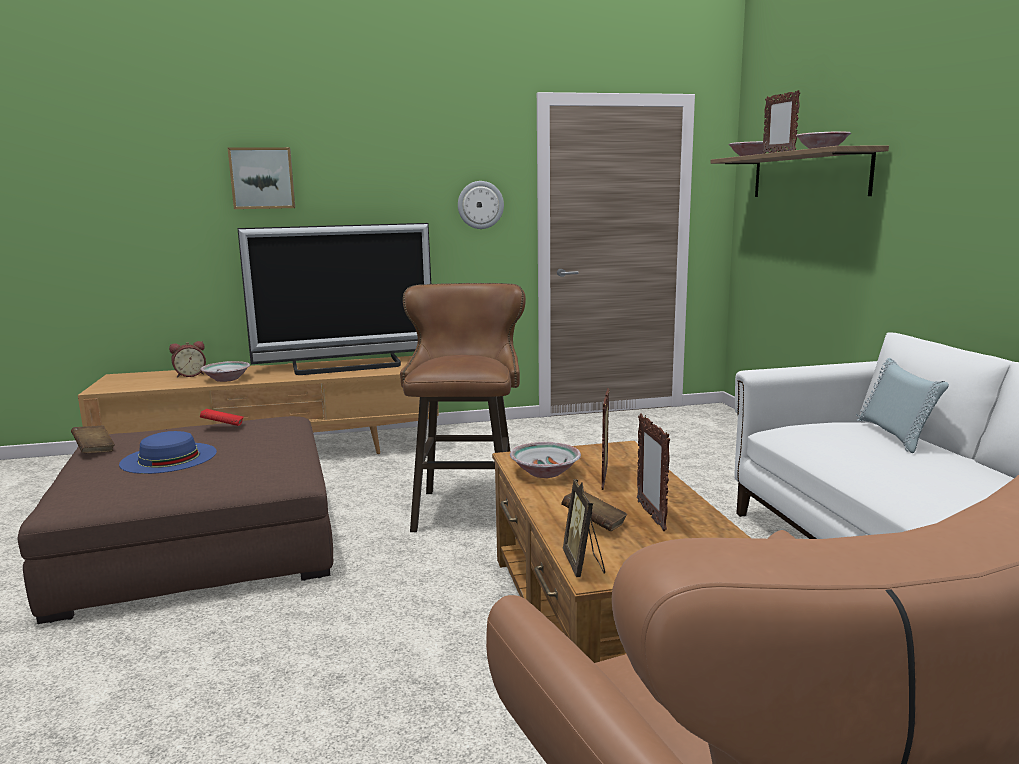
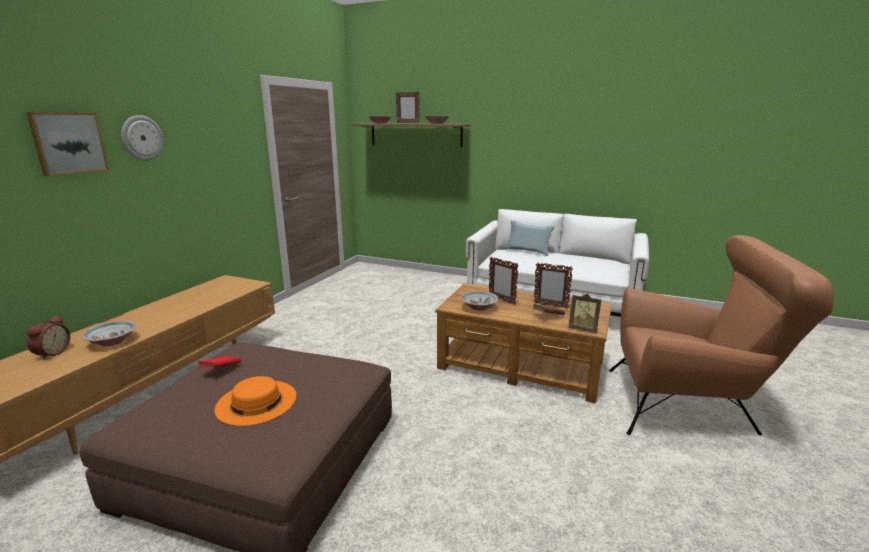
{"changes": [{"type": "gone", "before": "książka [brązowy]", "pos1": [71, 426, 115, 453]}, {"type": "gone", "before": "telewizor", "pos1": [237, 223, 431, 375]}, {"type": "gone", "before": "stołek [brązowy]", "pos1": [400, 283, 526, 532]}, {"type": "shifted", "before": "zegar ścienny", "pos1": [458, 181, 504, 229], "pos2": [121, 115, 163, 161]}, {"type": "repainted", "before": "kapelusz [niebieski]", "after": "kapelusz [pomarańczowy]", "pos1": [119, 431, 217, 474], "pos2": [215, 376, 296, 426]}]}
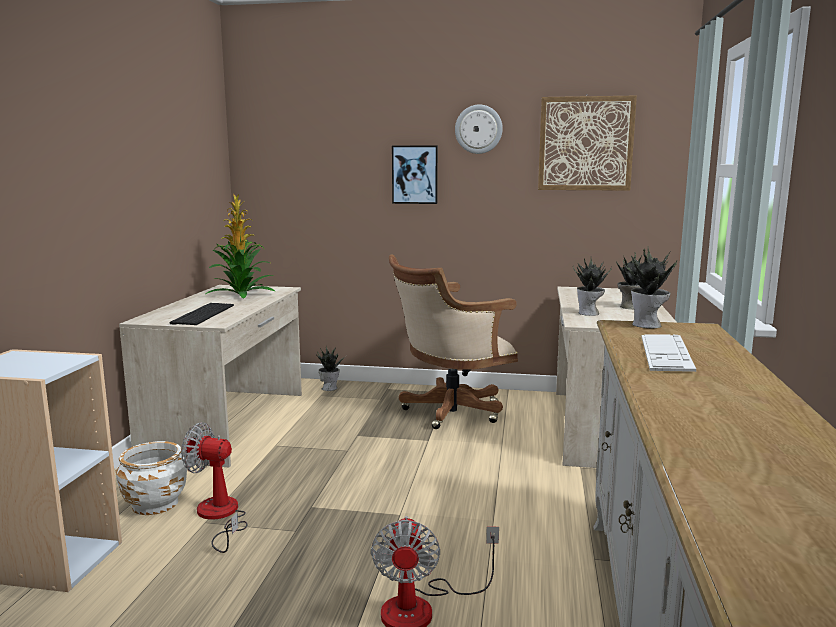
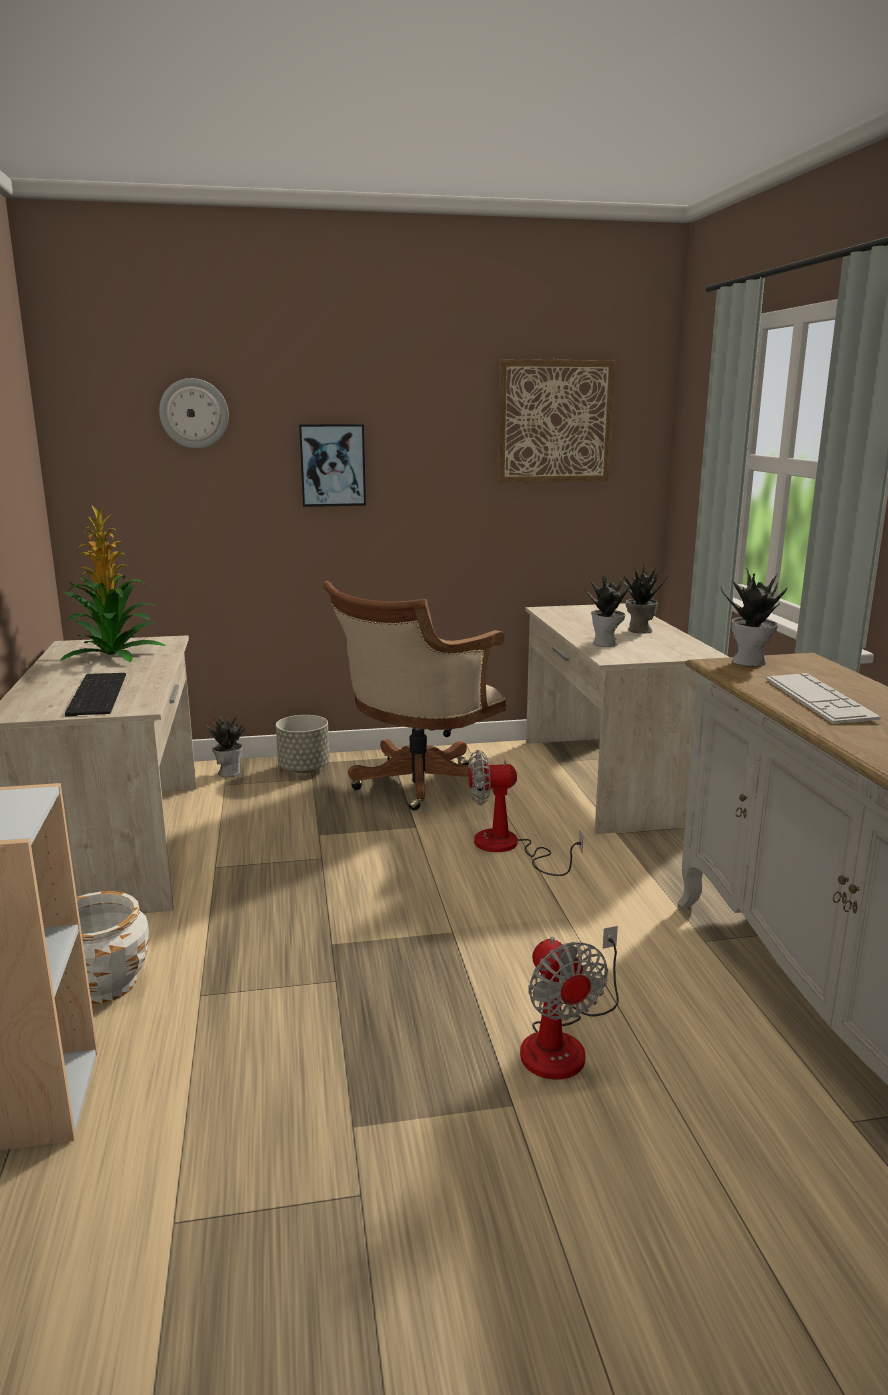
{"changes": [{"type": "new", "after": "donica [szary]", "pos2": [276, 715, 330, 773]}, {"type": "shifted", "before": "wentylator", "pos1": [181, 422, 247, 553], "pos2": [468, 750, 583, 876]}, {"type": "shifted", "before": "zegar ścienny", "pos1": [455, 104, 503, 154], "pos2": [159, 378, 229, 448]}]}
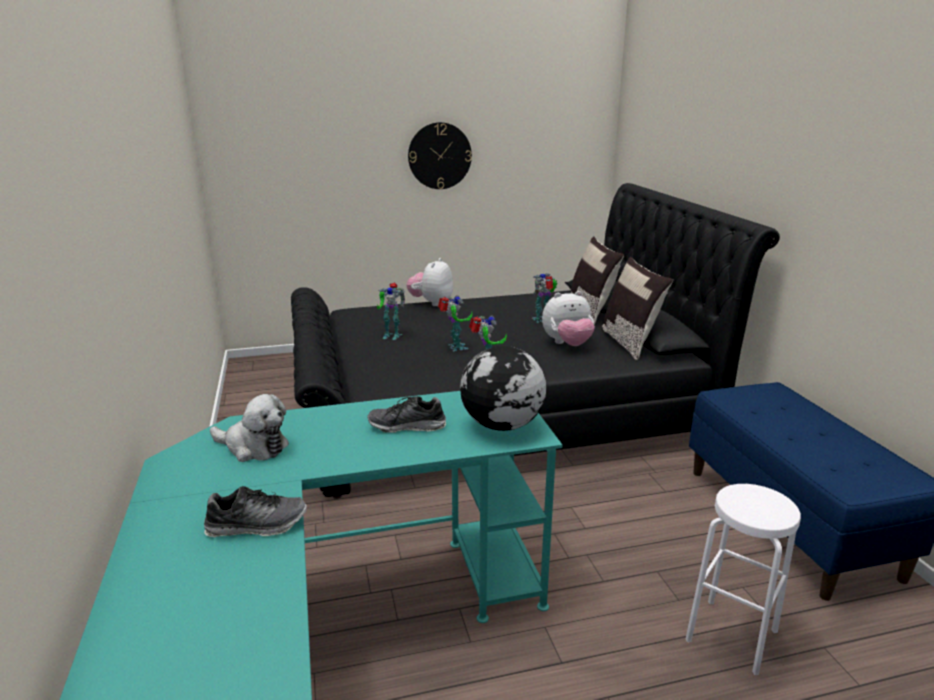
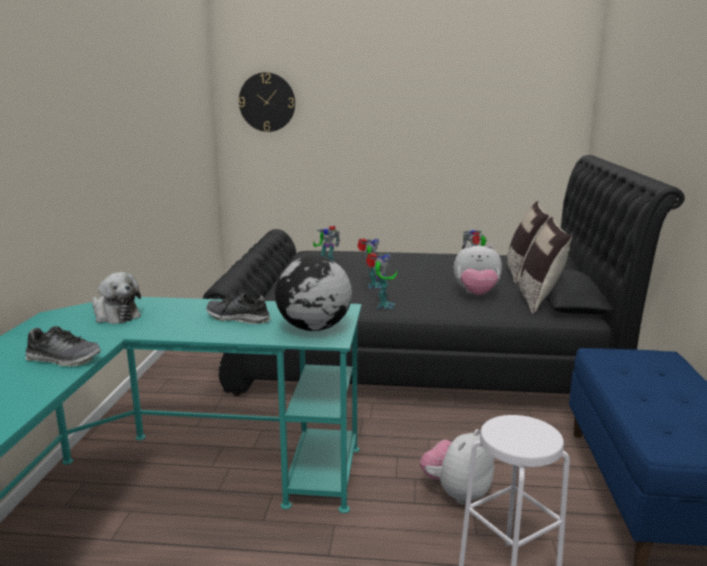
{"changes": [{"type": "shifted", "before": "pluszak", "pos1": [406, 258, 453, 306], "pos2": [420, 429, 494, 504]}, {"type": "shifted", "before": "zegar ścienny", "pos1": [408, 122, 472, 189], "pos2": [239, 72, 295, 132]}]}
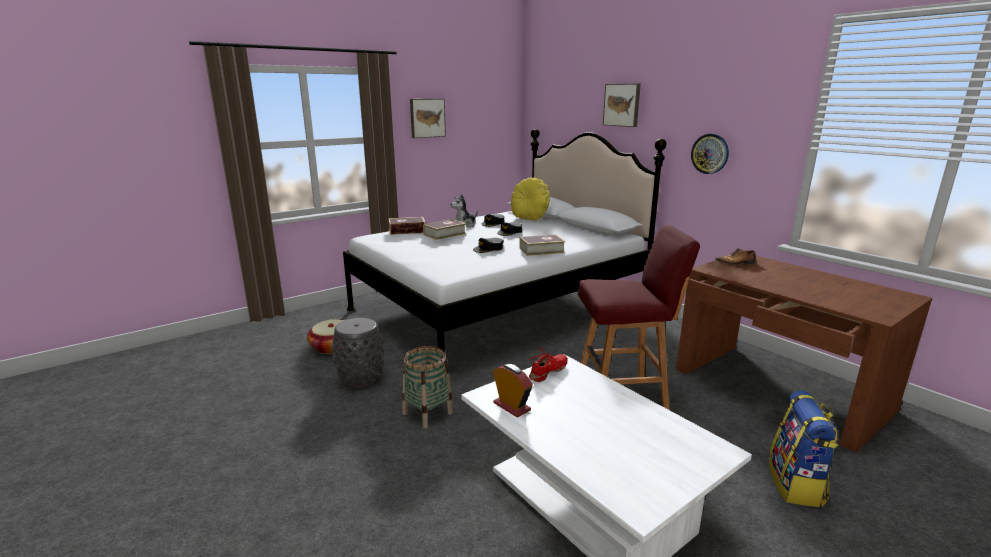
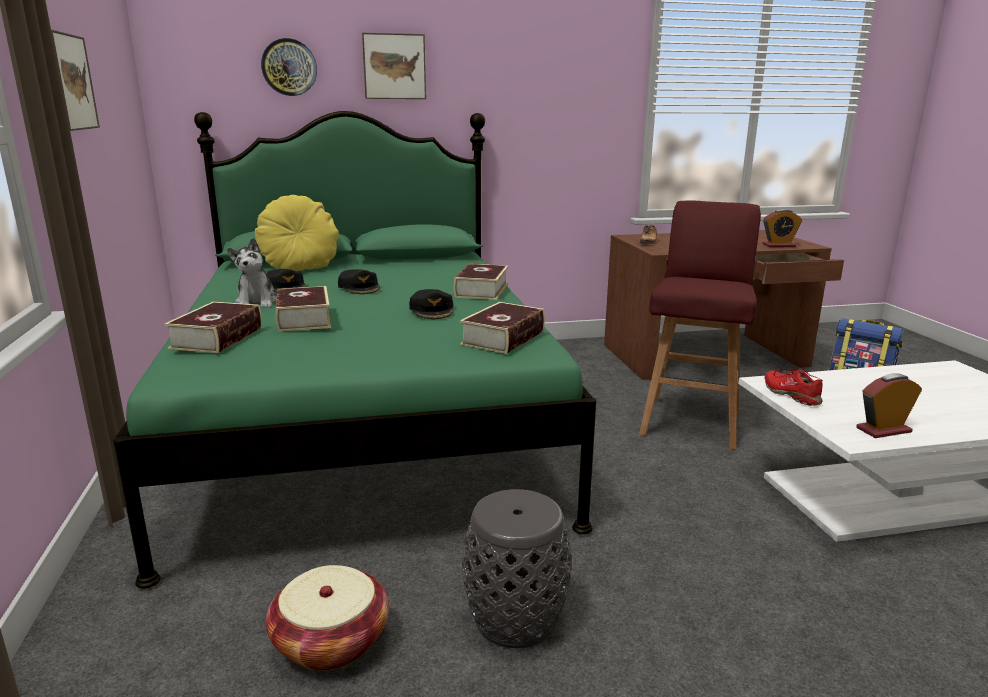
{"changes": [{"type": "gone", "before": "koszyk", "pos1": [402, 346, 453, 428]}, {"type": "new", "after": "książka", "pos2": [460, 302, 545, 354]}, {"type": "new", "after": "budzik", "pos2": [762, 209, 802, 247]}, {"type": "shifted", "before": "zegar ścienny", "pos1": [691, 134, 729, 174], "pos2": [261, 38, 317, 96]}, {"type": "repainted", "before": "łóżko [biały]", "after": "łóżko [zielony]", "pos1": [343, 129, 666, 352], "pos2": [113, 111, 596, 588]}]}
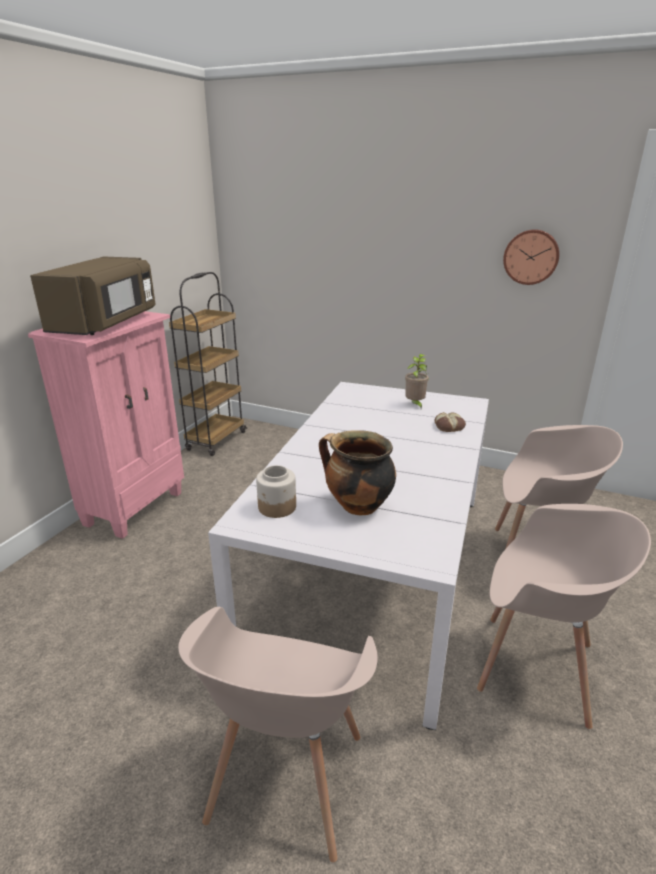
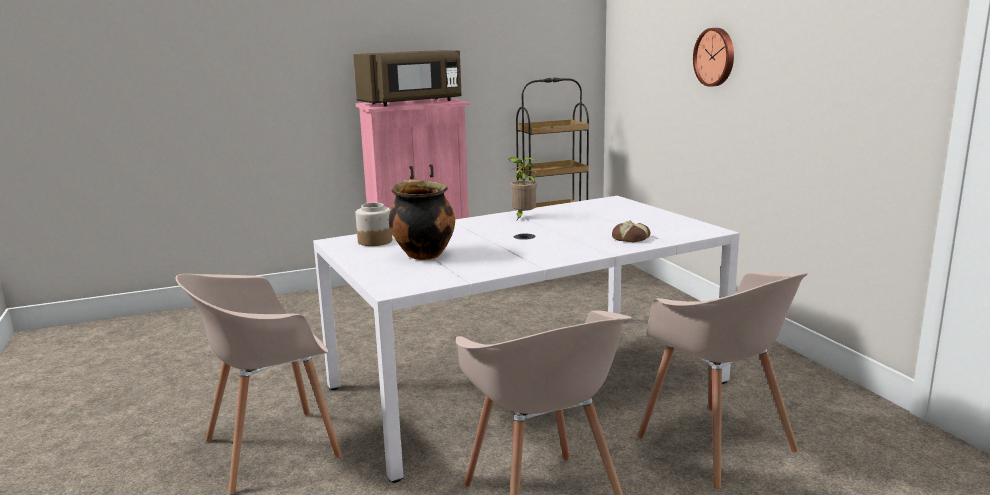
{"changes": [{"type": "shifted", "before": "roślina doniczkowa", "pos1": [405, 354, 428, 409], "pos2": [509, 157, 538, 220]}, {"type": "shifted", "before": "zegar ścienny", "pos1": [503, 229, 560, 285], "pos2": [693, 28, 734, 87]}]}
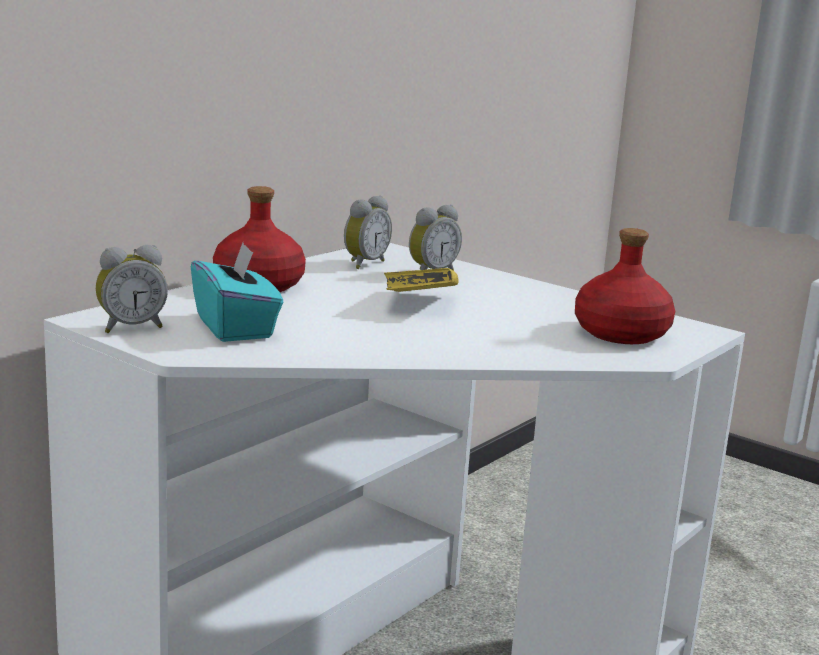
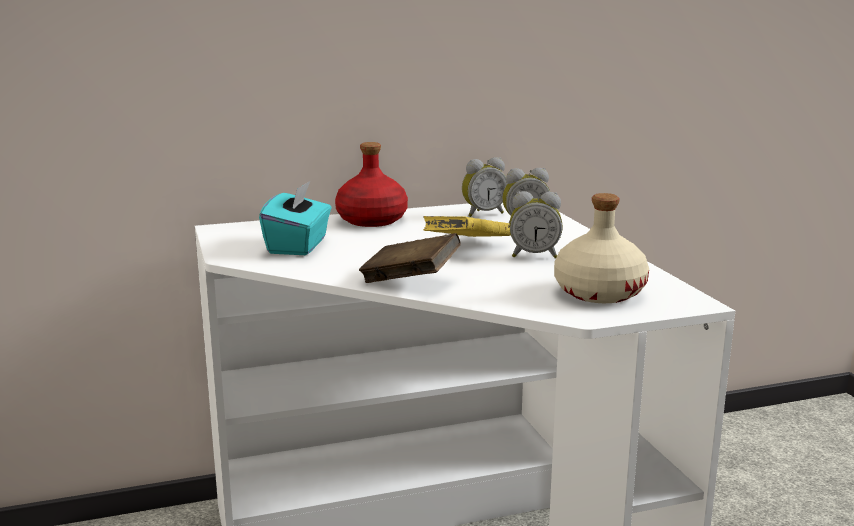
{"changes": [{"type": "new", "after": "książka [brązowy]", "pos2": [359, 233, 461, 283]}, {"type": "shifted", "before": "budzik", "pos1": [96, 245, 168, 333], "pos2": [510, 191, 563, 259]}, {"type": "repainted", "before": "butelka [czerwony]", "after": "butelka [beżowy]", "pos1": [575, 228, 675, 344], "pos2": [554, 193, 649, 303]}]}
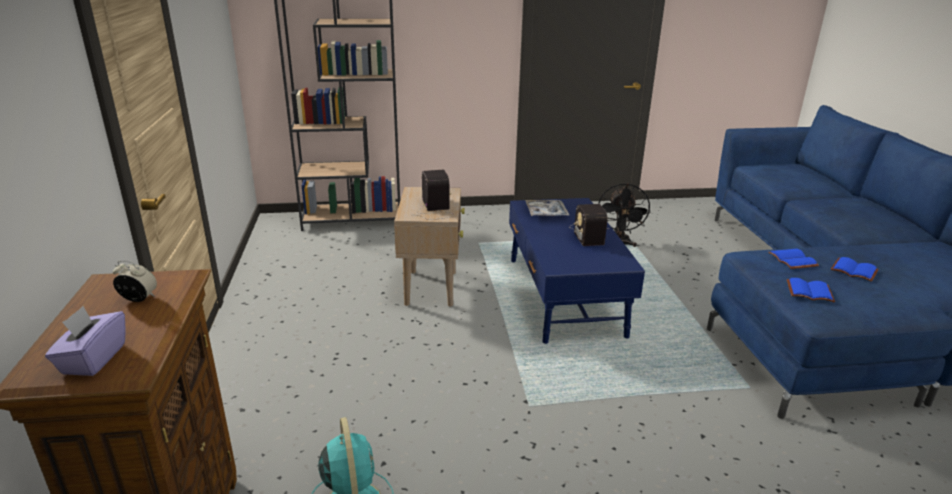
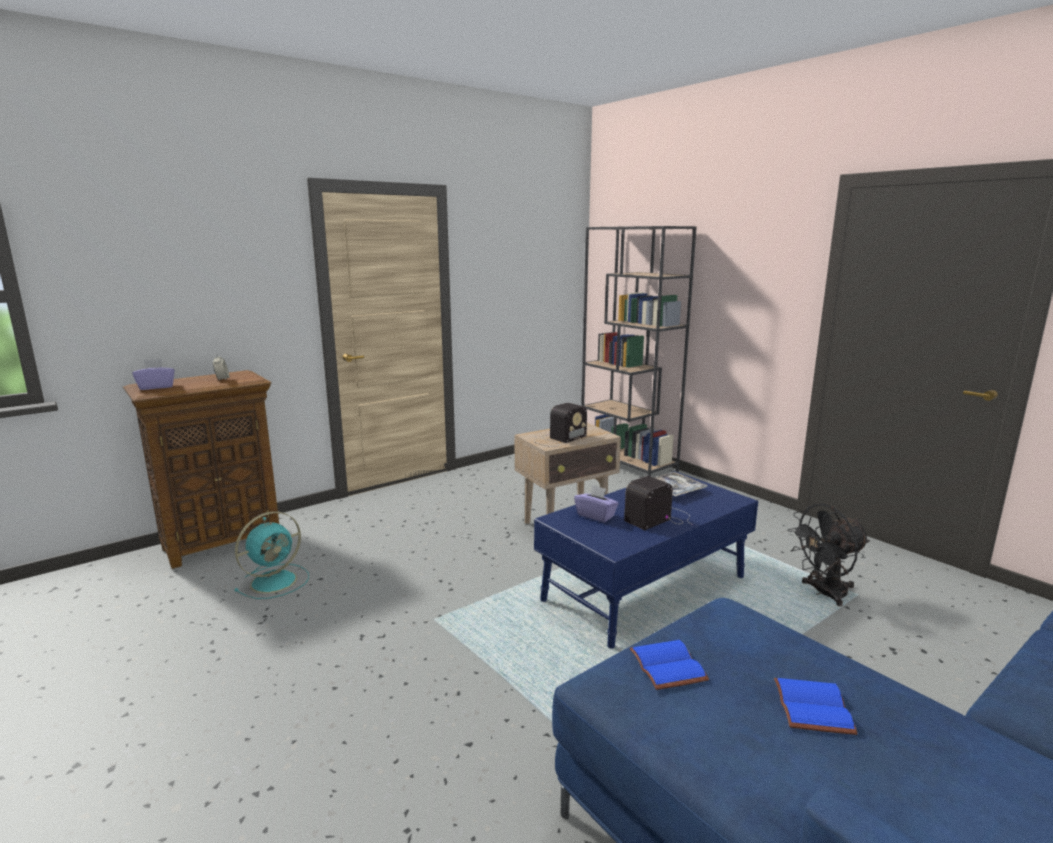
{"changes": [{"type": "gone", "before": "książka [niebieski]", "pos1": [768, 249, 819, 269]}, {"type": "new", "after": "pudełko chusteczek [fioletowy]", "pos2": [574, 485, 619, 522]}]}
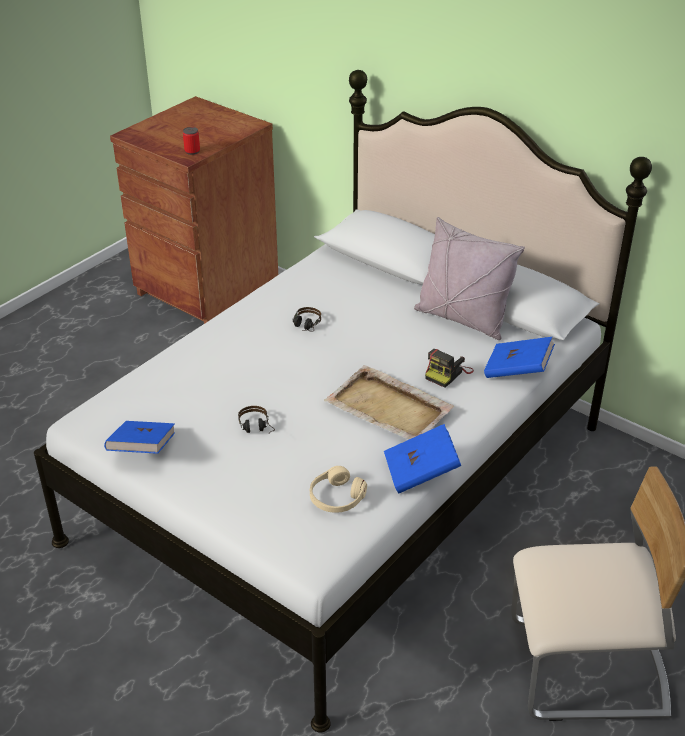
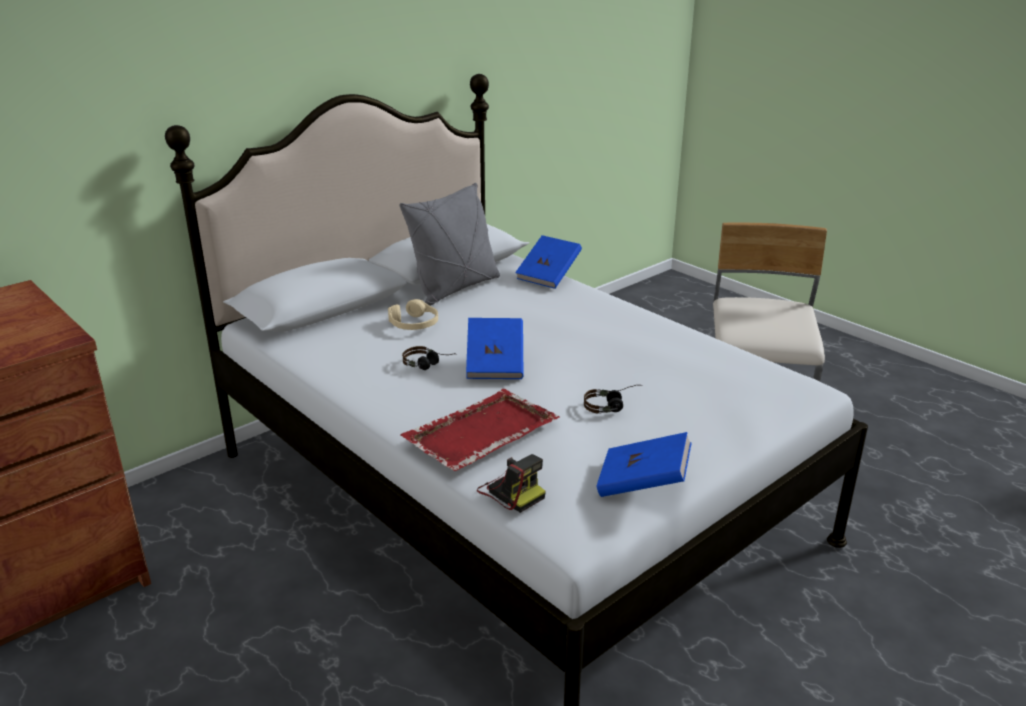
{"changes": [{"type": "gone", "before": "puszka", "pos1": [183, 127, 200, 155]}, {"type": "gone", "before": "taca [beżowy]", "pos1": [324, 365, 454, 439]}, {"type": "new", "after": "taca [czerwony]", "pos2": [400, 389, 560, 471]}, {"type": "shifted", "before": "słuchawki [beżowy]", "pos1": [310, 466, 367, 513], "pos2": [388, 299, 438, 330]}, {"type": "shifted", "before": "książka [niebieski]", "pos1": [384, 424, 461, 493], "pos2": [466, 318, 523, 379]}, {"type": "shifted", "before": "aparat fotograficzny", "pos1": [425, 349, 474, 388], "pos2": [477, 454, 546, 513]}, {"type": "repainted", "before": "poduszka [fioletowy]", "after": "poduszka [szary]", "pos1": [414, 217, 525, 340], "pos2": [399, 183, 500, 306]}]}
